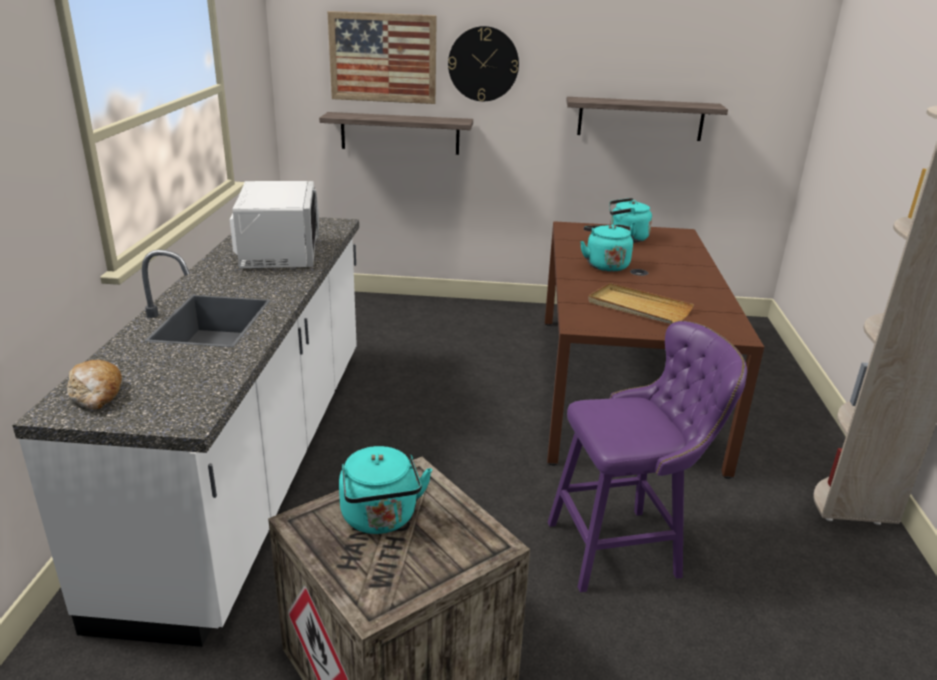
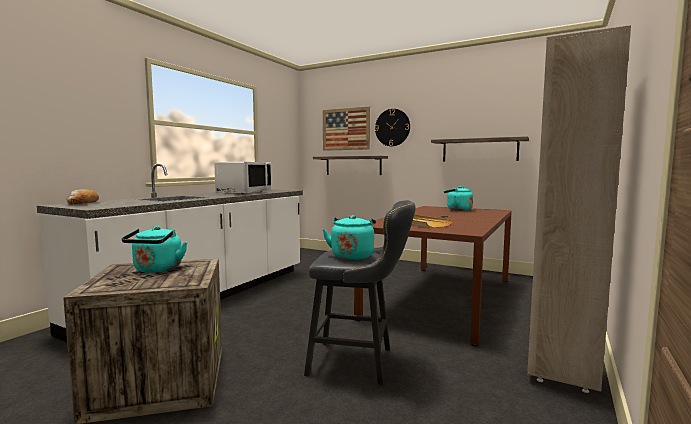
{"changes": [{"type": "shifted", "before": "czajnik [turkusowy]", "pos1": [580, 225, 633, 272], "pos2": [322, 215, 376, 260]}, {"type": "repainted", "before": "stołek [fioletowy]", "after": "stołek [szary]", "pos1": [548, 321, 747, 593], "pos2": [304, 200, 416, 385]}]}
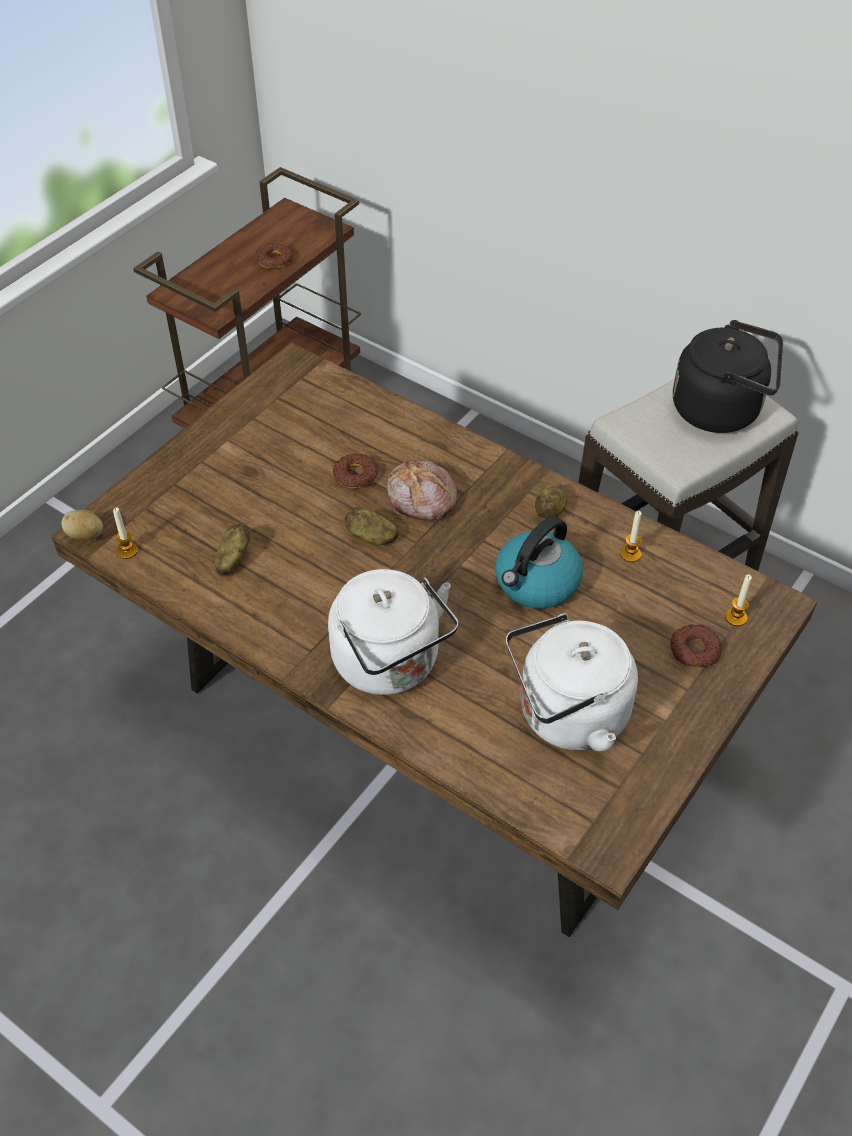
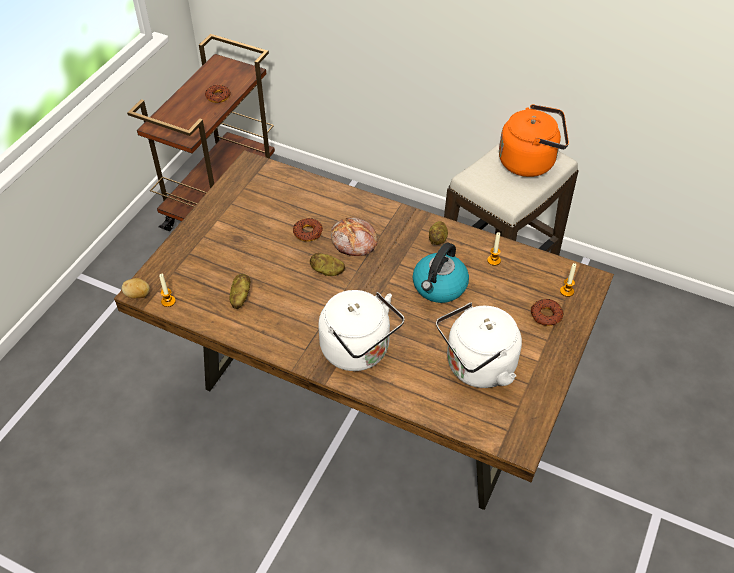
{"changes": [{"type": "repainted", "before": "czajnik [czarny]", "after": "czajnik [pomarańczowy]", "pos1": [673, 320, 783, 433], "pos2": [499, 104, 569, 177]}]}
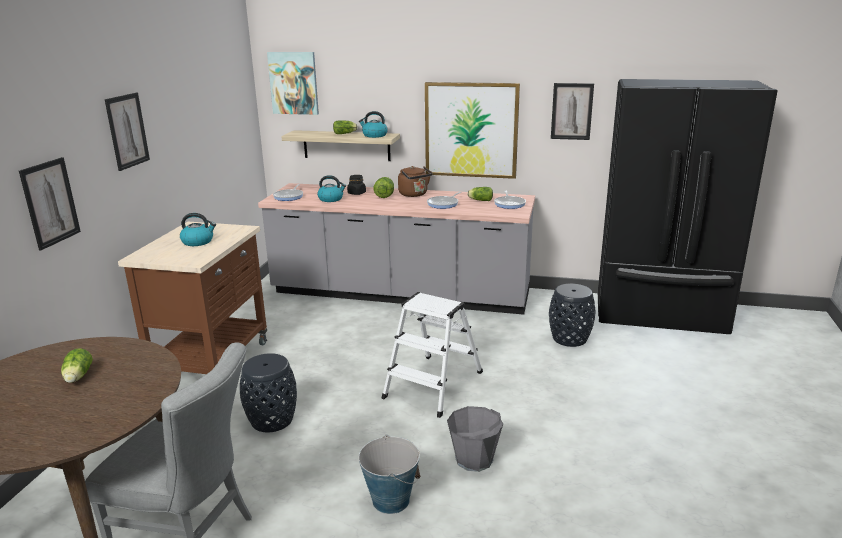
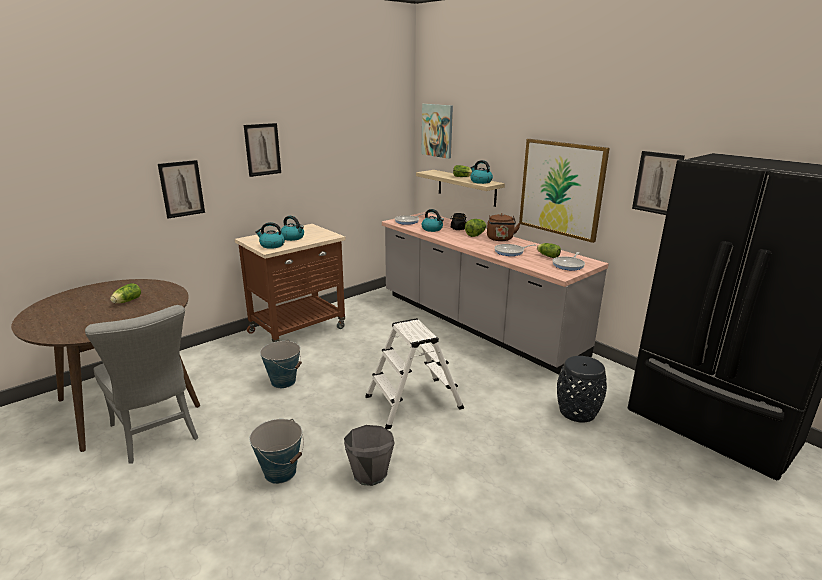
{"changes": [{"type": "new", "after": "czajnik", "pos2": [255, 222, 285, 249]}, {"type": "swapped", "before": "stołek [czarny]", "after": "wiadro", "pos1": [240, 353, 297, 432], "pos2": [260, 340, 302, 388]}]}
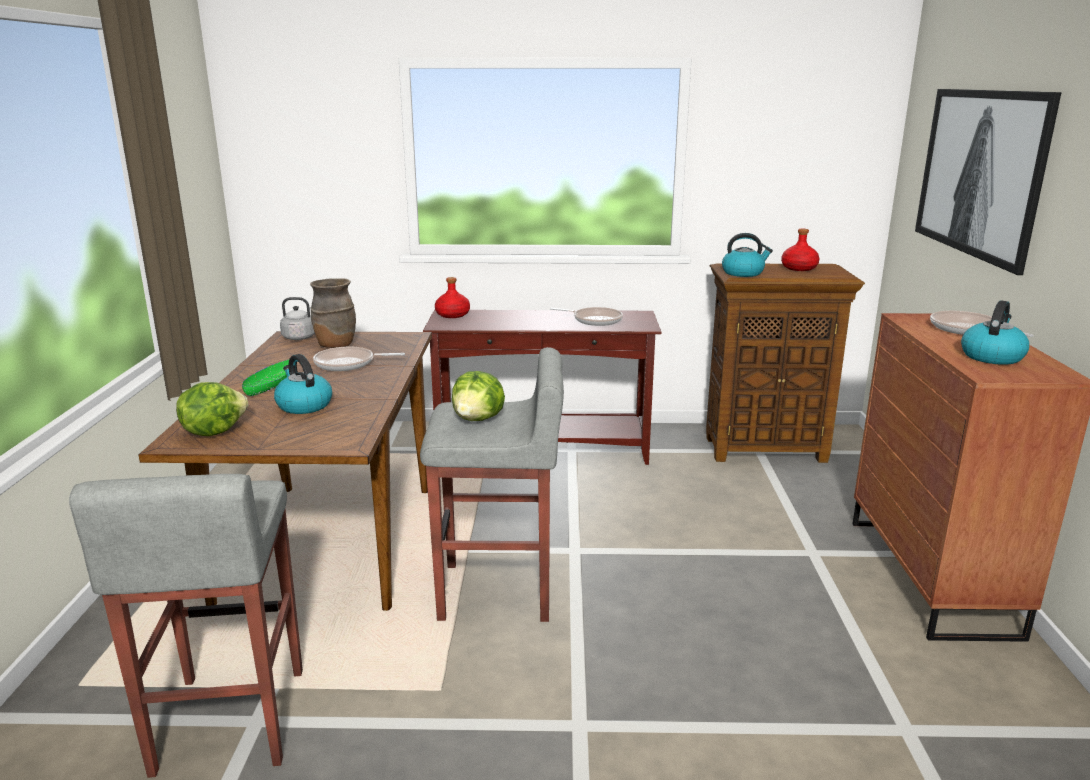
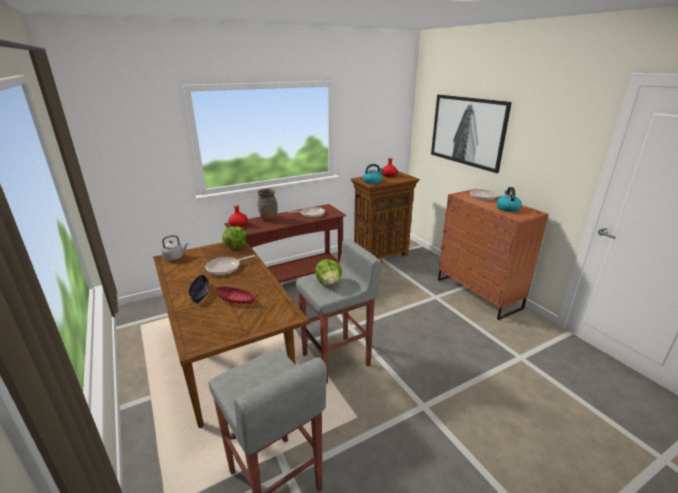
{"changes": [{"type": "shifted", "before": "sałata", "pos1": [176, 382, 248, 436], "pos2": [222, 226, 246, 248]}, {"type": "shifted", "before": "wazon [brązowy]", "pos1": [310, 278, 356, 348], "pos2": [257, 188, 278, 220]}, {"type": "swapped", "before": "czajnik", "after": "miska [czerwony]", "pos1": [274, 354, 332, 414], "pos2": [216, 287, 255, 304]}, {"type": "repainted", "before": "miska [zielony]", "after": "miska [czarny]", "pos1": [242, 360, 289, 396], "pos2": [189, 275, 209, 304]}]}
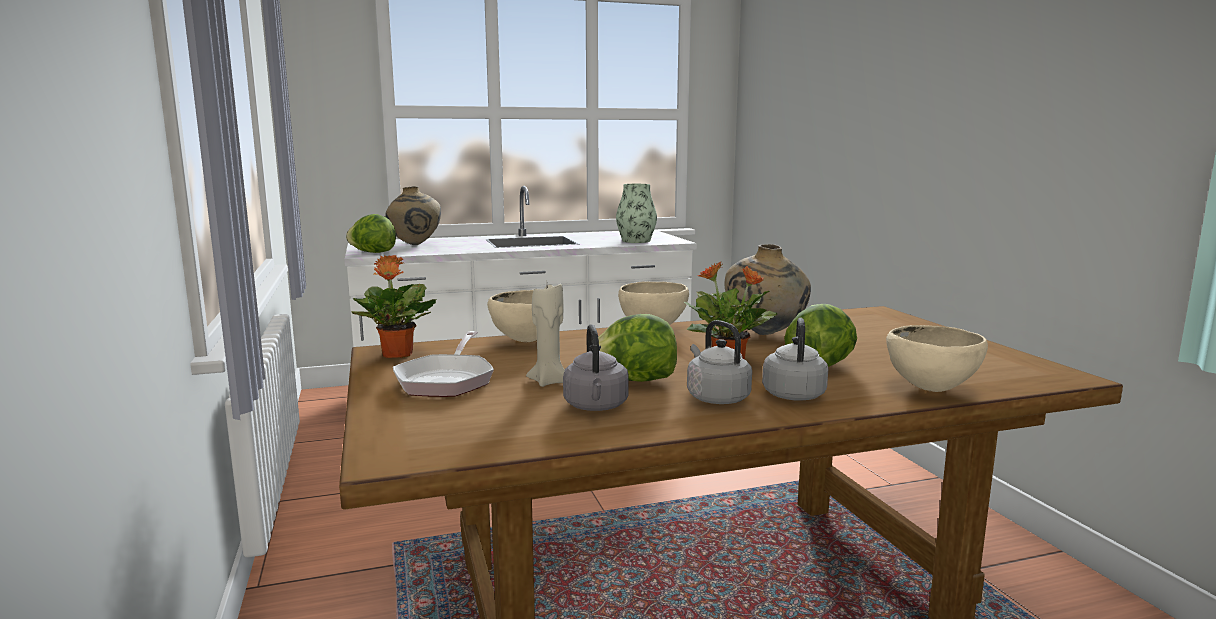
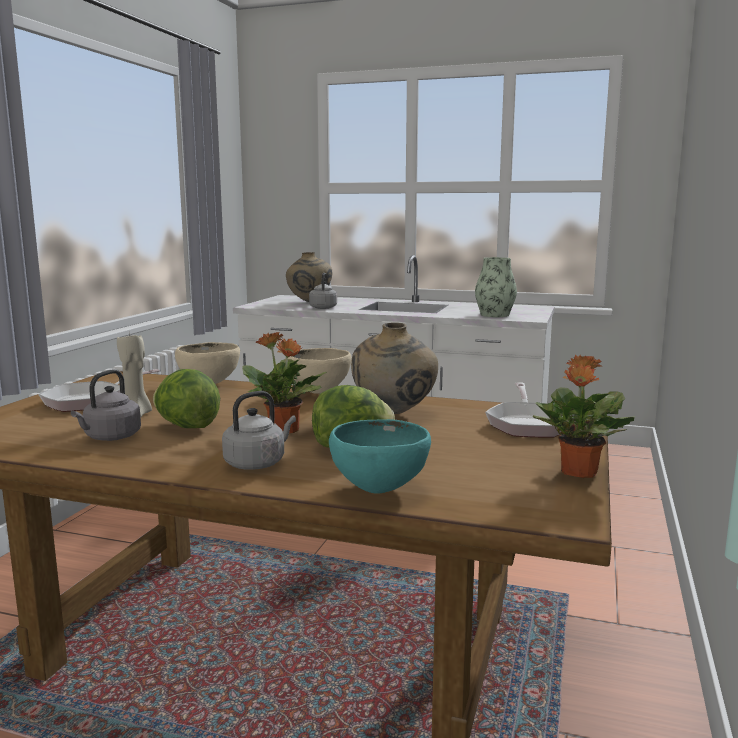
{"changes": [{"type": "gone", "before": "sałata", "pos1": [346, 214, 396, 253]}, {"type": "new", "after": "patelnia", "pos2": [485, 382, 571, 438]}, {"type": "shifted", "before": "roślina doniczkowa", "pos1": [351, 255, 436, 358], "pos2": [533, 355, 636, 478]}, {"type": "shifted", "before": "czajnik [szary]", "pos1": [687, 320, 752, 404], "pos2": [309, 273, 337, 309]}, {"type": "repainted", "before": "miska [beżowy]", "after": "miska [turkusowy]", "pos1": [886, 325, 988, 392], "pos2": [329, 419, 431, 494]}]}
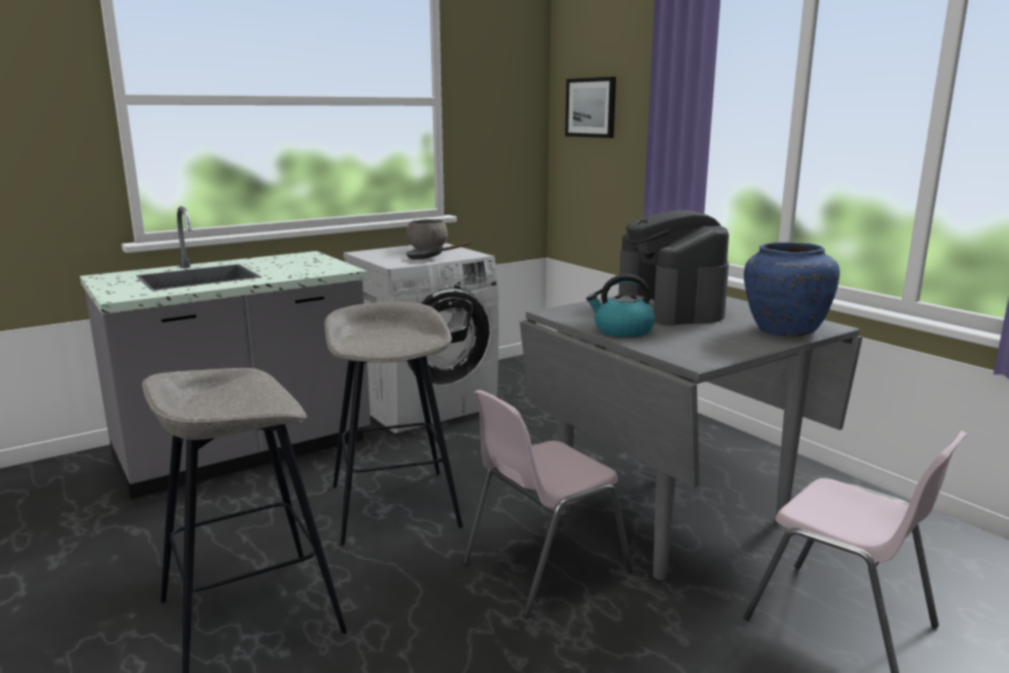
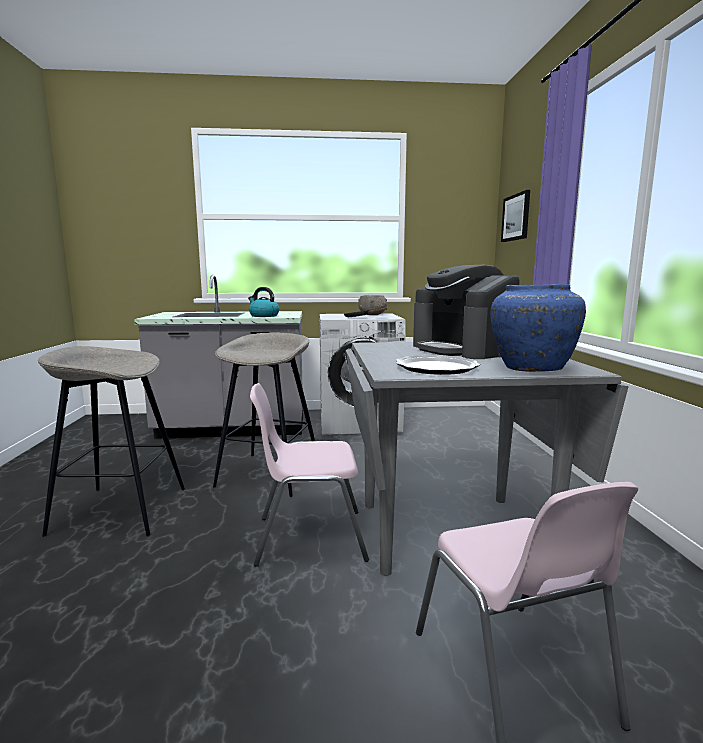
{"changes": [{"type": "new", "after": "talerz", "pos2": [396, 355, 480, 375]}, {"type": "shifted", "before": "czajnik", "pos1": [586, 274, 655, 337], "pos2": [248, 287, 279, 317]}, {"type": "rotated", "before": "ekspres do kawy", "pos1": [619, 210, 729, 325], "pos2": [413, 265, 520, 359], "turn": -45}]}
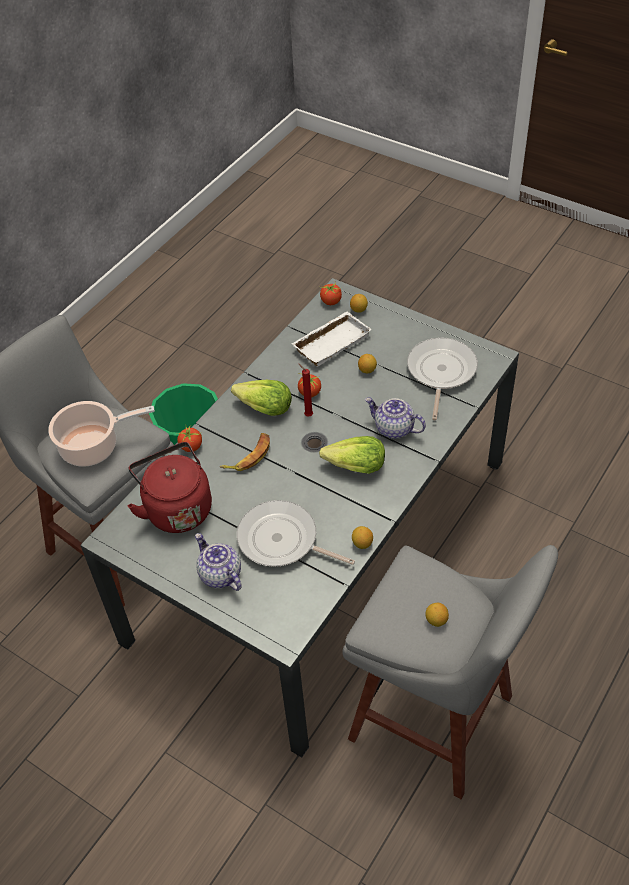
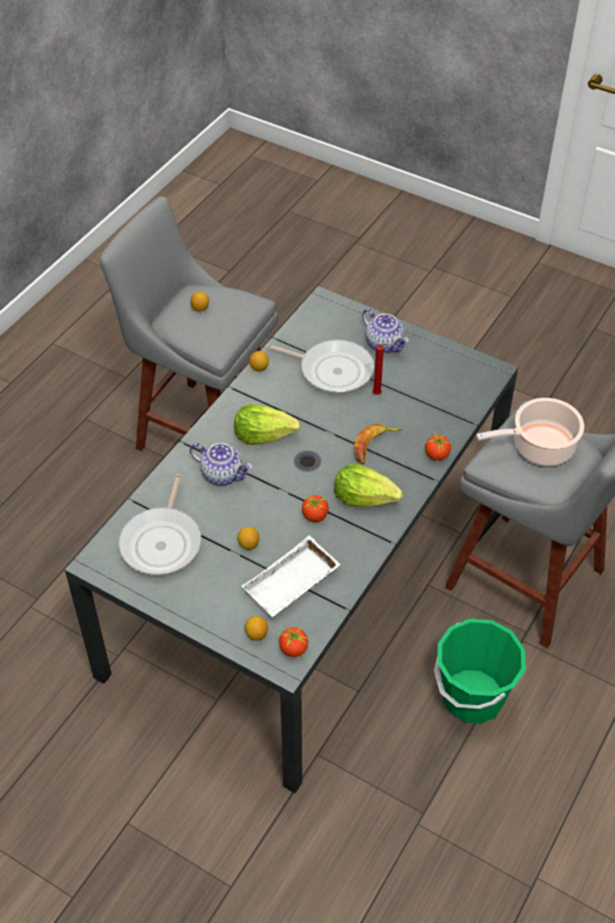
{"changes": [{"type": "gone", "before": "czajnik [czerwony]", "pos1": [127, 442, 212, 533]}, {"type": "shifted", "before": "świeca [czerwony]", "pos1": [299, 364, 313, 417], "pos2": [373, 343, 388, 395]}]}
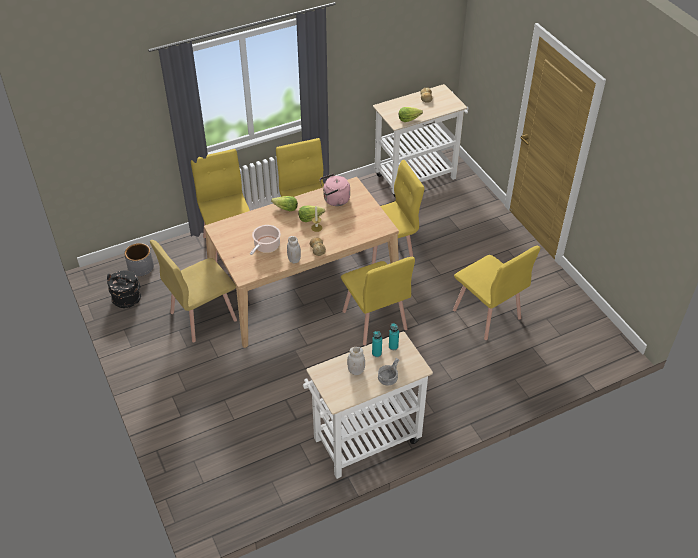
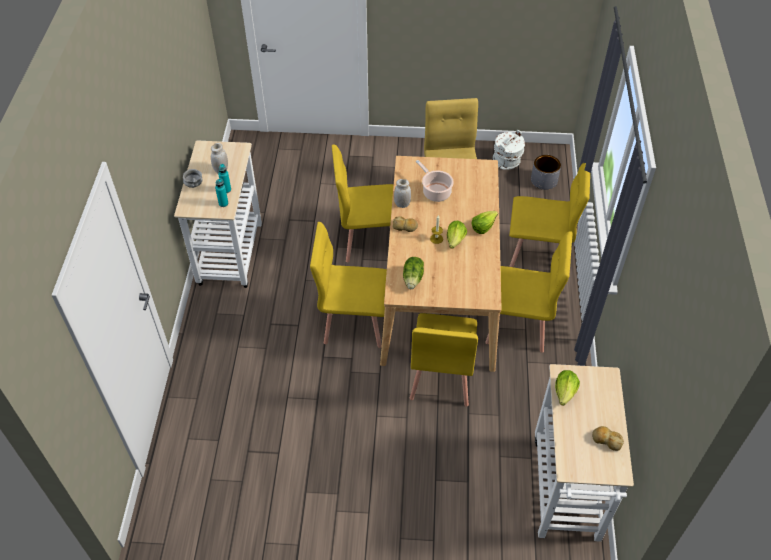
{"changes": [{"type": "gone", "before": "czajnik [różowy]", "pos1": [320, 174, 350, 206]}, {"type": "new", "after": "sałata", "pos2": [403, 257, 424, 289]}, {"type": "shifted", "before": "krzesło [żółty]", "pos1": [453, 246, 540, 340], "pos2": [332, 144, 394, 262]}, {"type": "repainted", "before": "wiadro [czarny]", "after": "wiadro [biały]", "pos1": [107, 271, 141, 308], "pos2": [493, 130, 525, 170]}]}
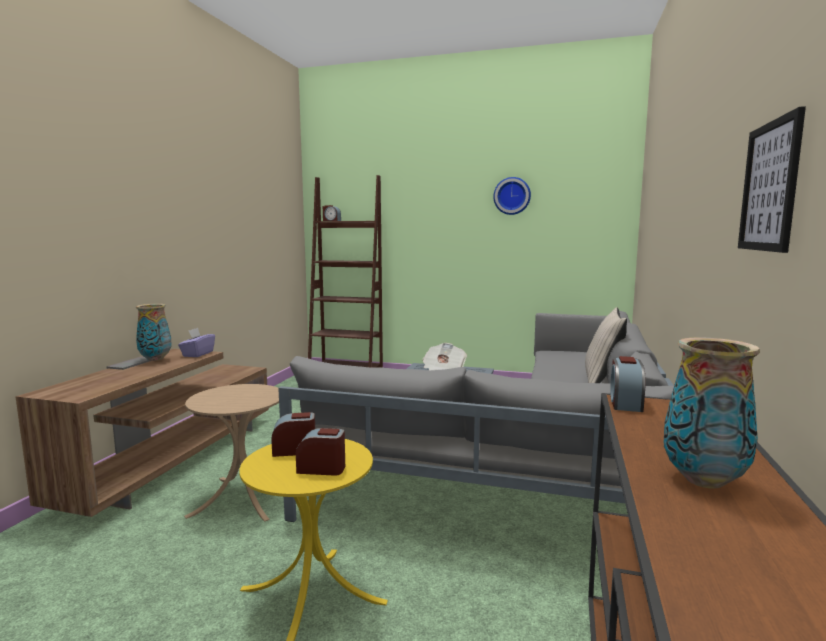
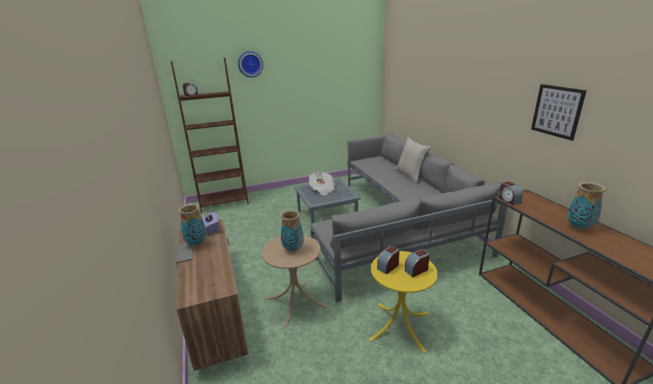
{"changes": [{"type": "new", "after": "wazon", "pos2": [280, 210, 304, 252]}, {"type": "shifted", "before": "zegar ścienny", "pos1": [493, 177, 531, 215], "pos2": [238, 51, 263, 78]}]}
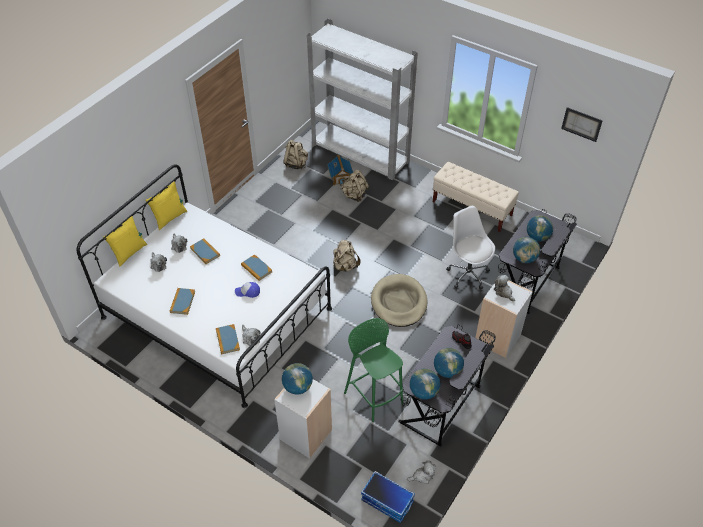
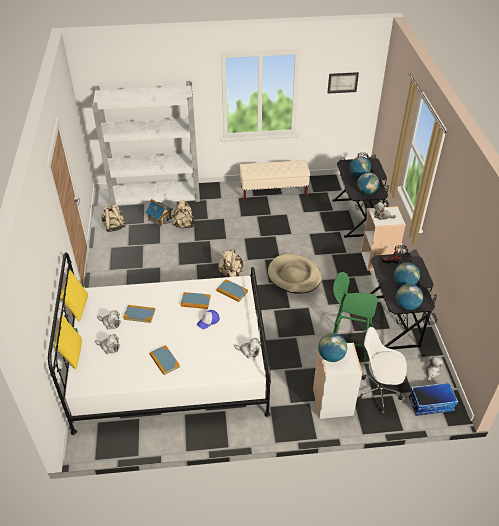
{"changes": [{"type": "shifted", "before": "książka", "pos1": [216, 324, 240, 354], "pos2": [216, 279, 248, 302]}, {"type": "shifted", "before": "krzesło biurowe [biały]", "pos1": [447, 206, 495, 289], "pos2": [357, 327, 407, 414]}]}
